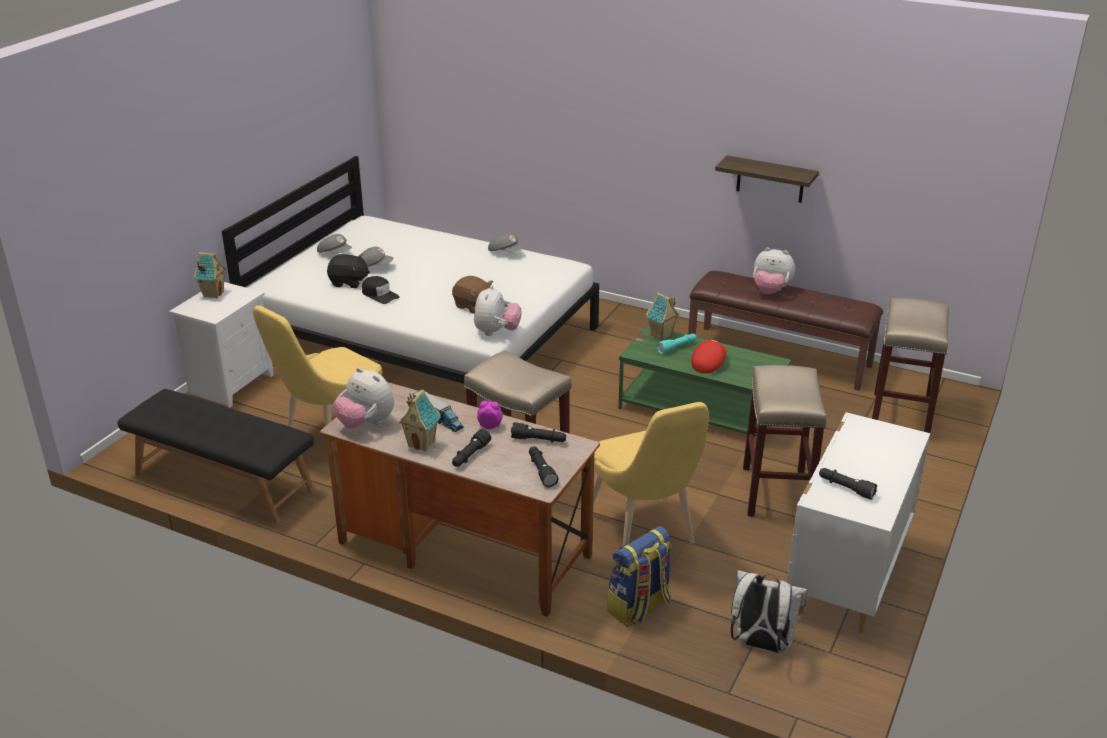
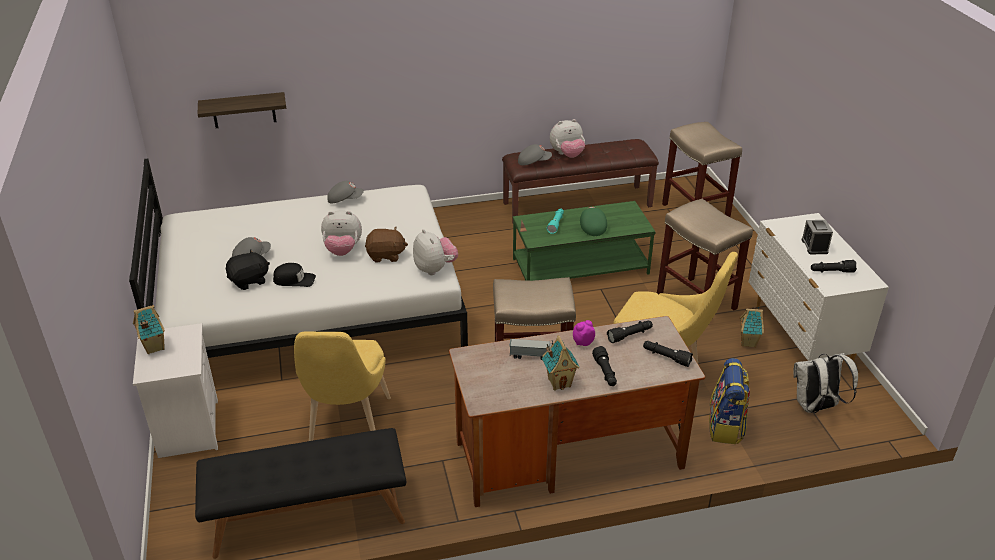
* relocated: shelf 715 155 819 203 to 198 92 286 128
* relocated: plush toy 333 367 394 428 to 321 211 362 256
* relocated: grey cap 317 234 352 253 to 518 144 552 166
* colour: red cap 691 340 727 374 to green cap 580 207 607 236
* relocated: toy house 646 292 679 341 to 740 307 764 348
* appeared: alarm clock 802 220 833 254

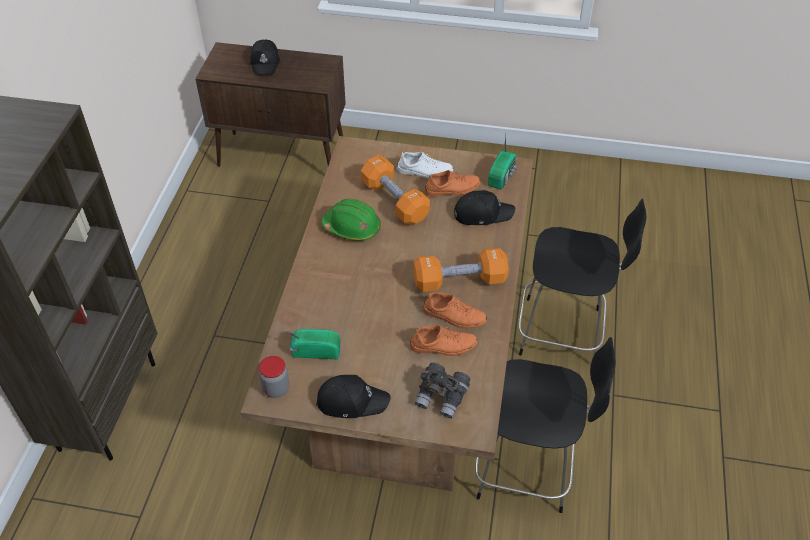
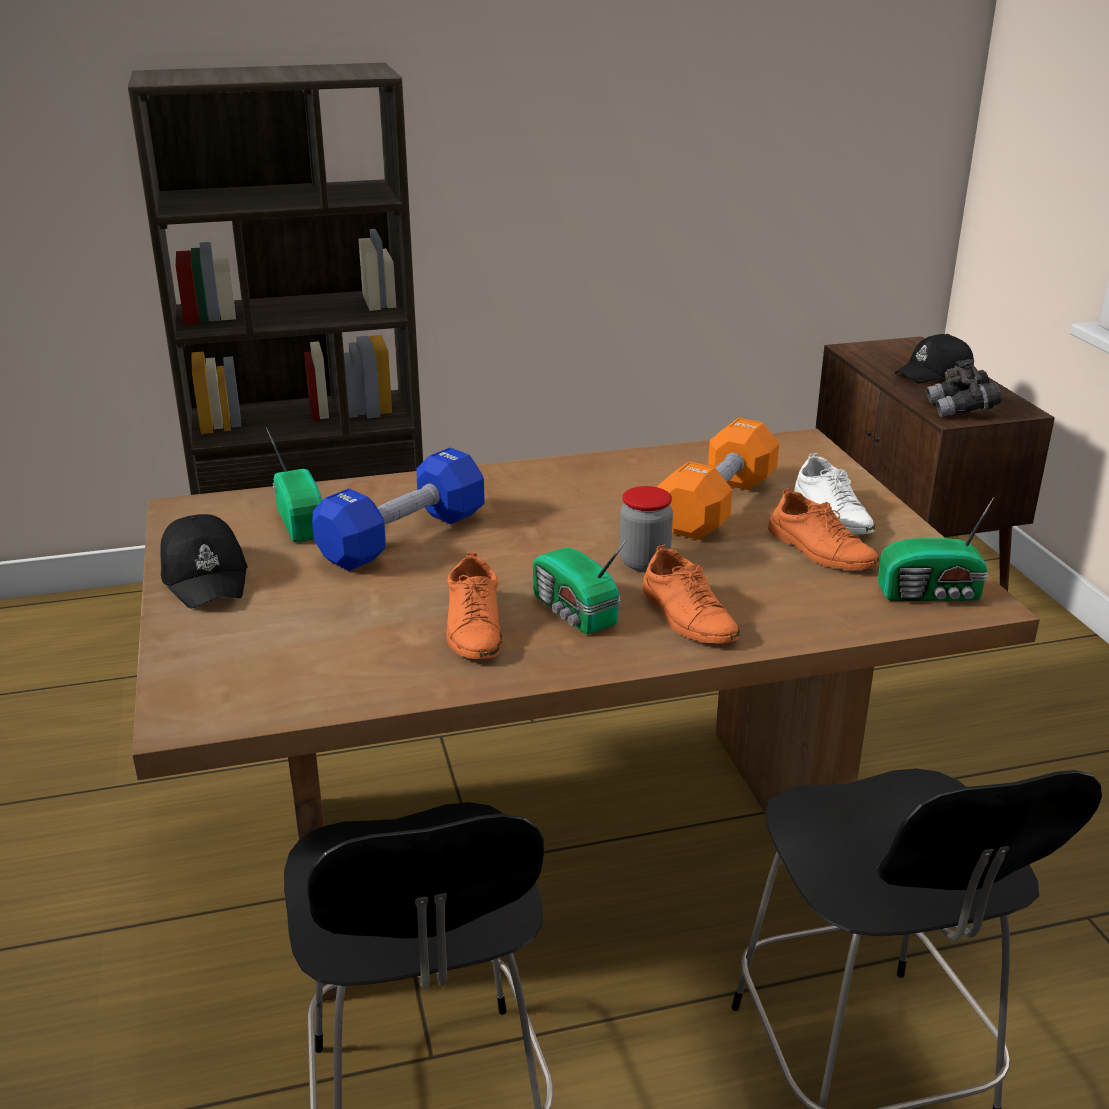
* appeared: blue dumbbell 312 447 485 571
* exchanged: orange dumbbell 413 248 509 292 to radio 533 539 627 634
* relocated: jar 259 356 289 398 to 619 486 673 572
* relocated: orange shoe 410 325 477 356 to 642 544 740 644
* relocated: grey binoculars 415 363 470 418 to 926 359 1002 417
* missing: green hard hat 322 199 381 241
* missing: black cap 454 190 515 225

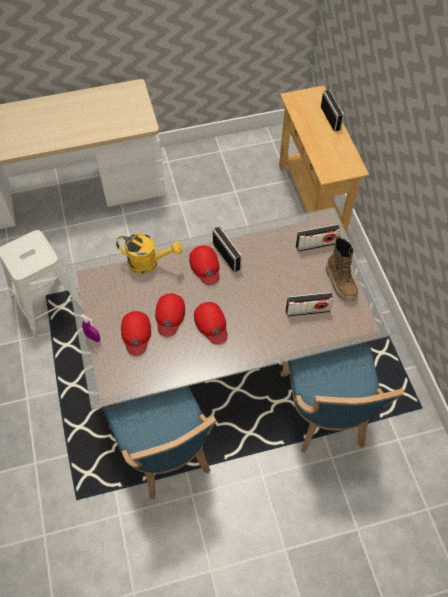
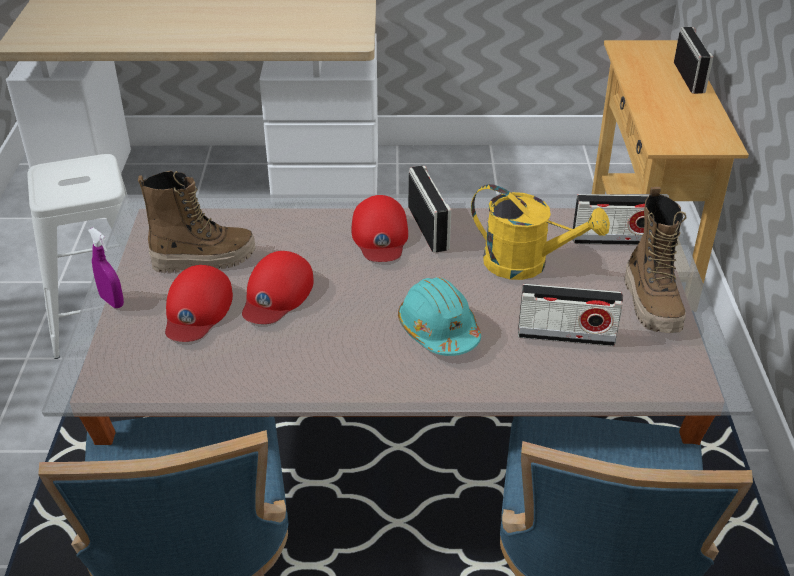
* appeared: boot 138 171 256 273
* appeared: turquoise hard hat 398 277 481 356
* relocated: yellow watering can 116 233 182 274 to 471 184 610 280
* missing: red cap 194 302 228 344

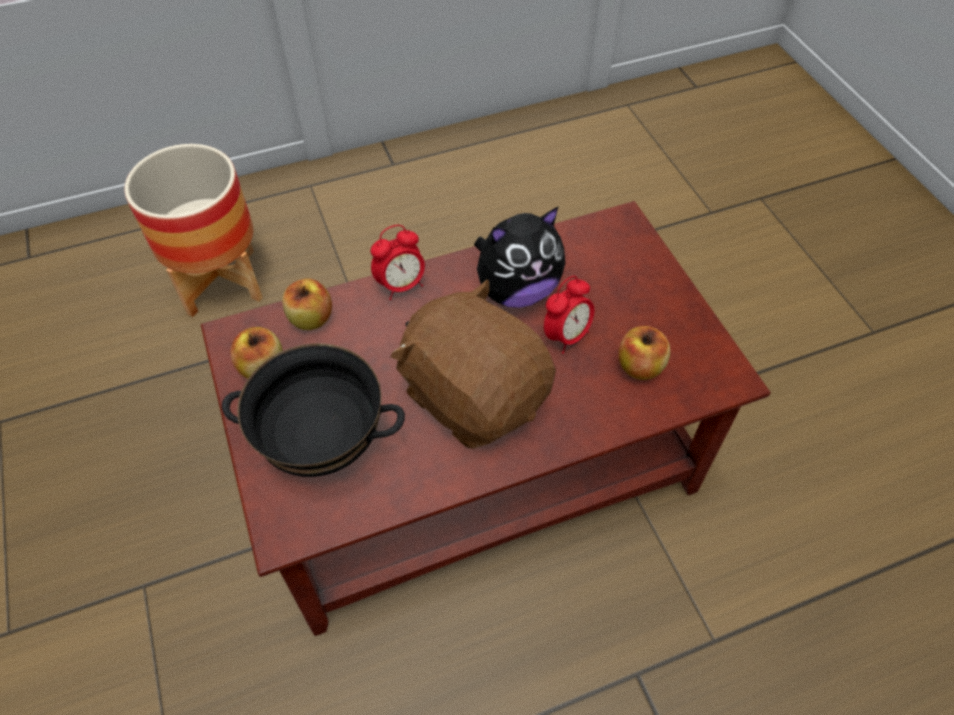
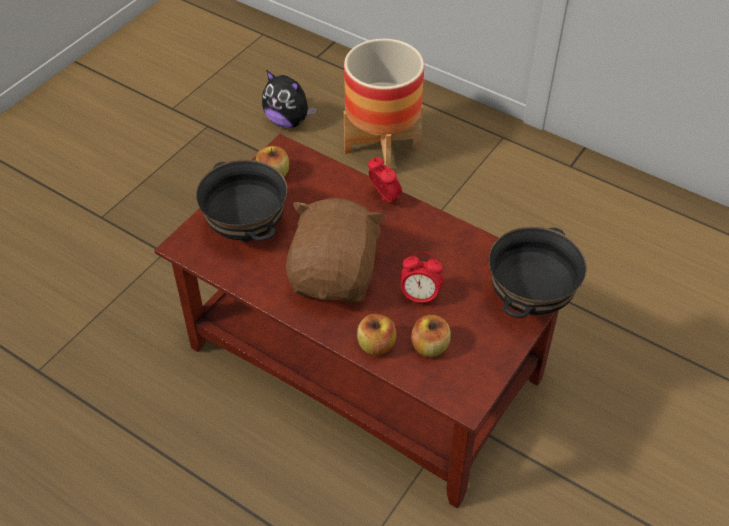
* relocated: plush toy 474 206 565 308 to 262 70 317 128
* relocated: apple 282 279 332 330 to 357 314 396 355
* spun: alarm clock 371 225 425 300 = 368 157 402 203 150 degrees counterclockwise
* appeared: black bowl 489 227 587 318

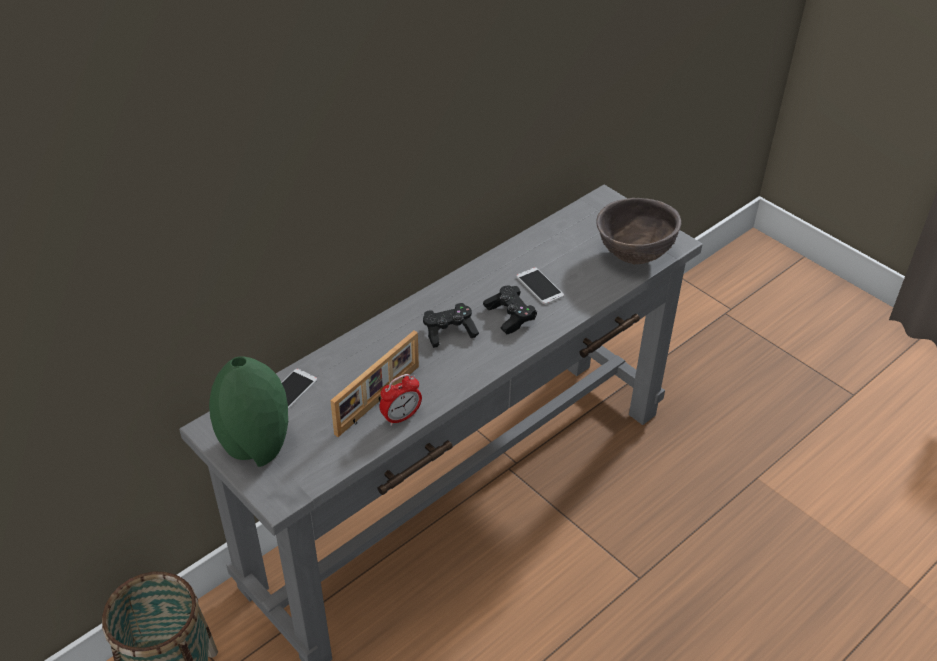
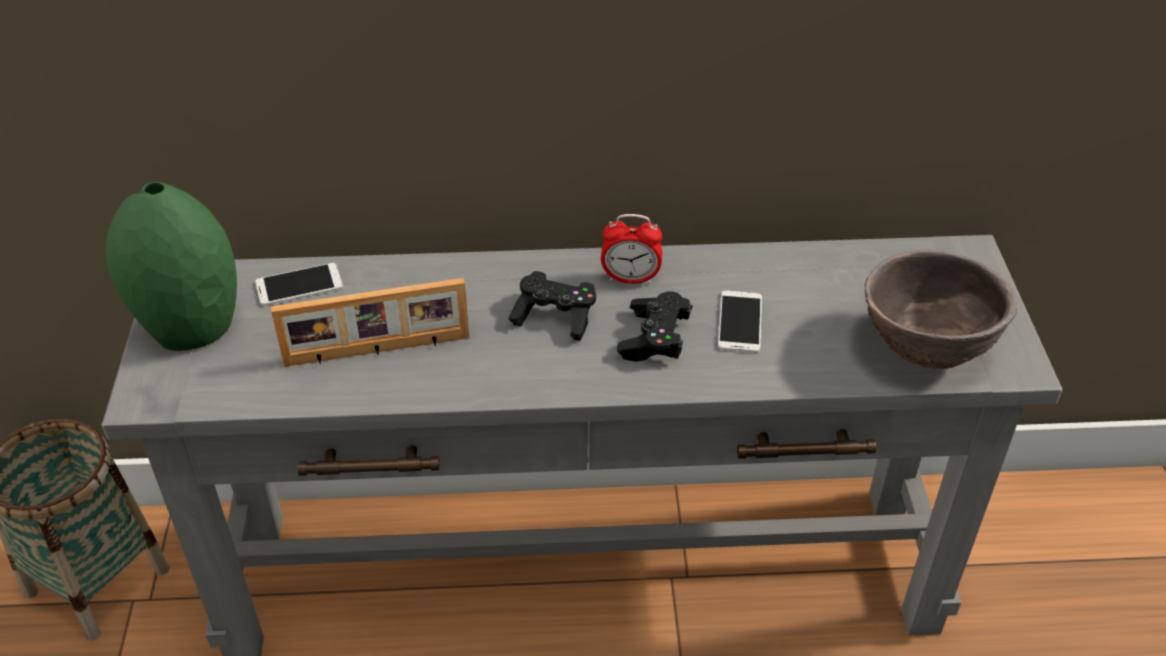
* relocated: alarm clock 380 374 422 426 to 601 214 662 284

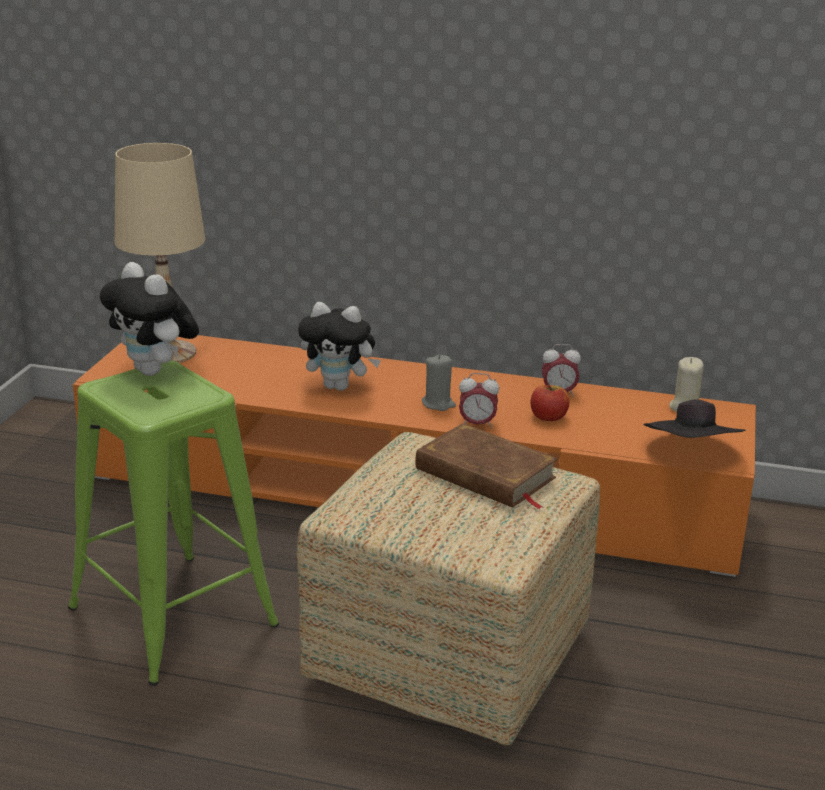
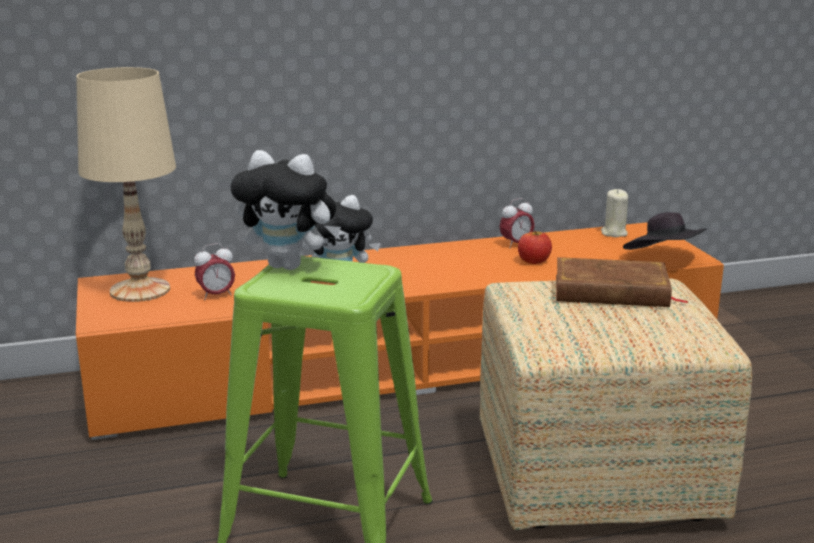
* relocated: alarm clock 459 373 499 429 to 194 243 235 300
* missing: grey candle 422 354 456 411

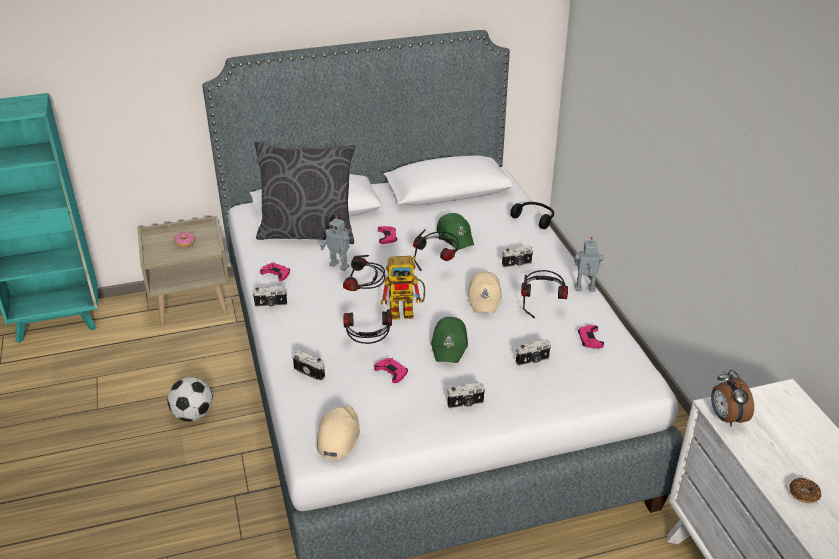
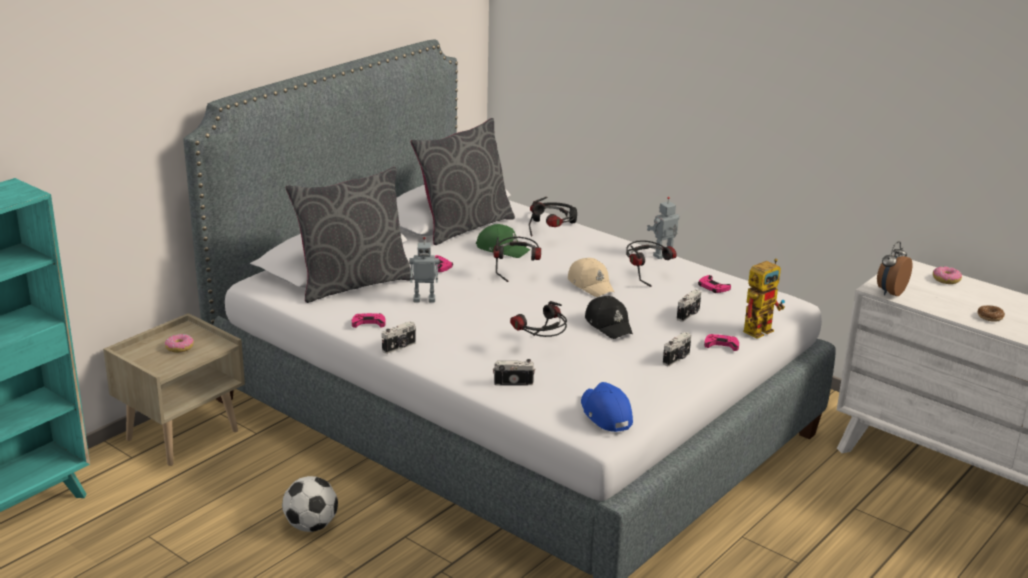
* appeared: grey pillow 411 118 515 245
* relocated: headphones 343 255 385 291 to 529 197 575 237
* colour: beige cap 317 405 360 460 to blue cap 581 382 633 432
* colour: green cap 431 317 468 363 to black cap 585 296 633 339
* relocated: pink game controller 374 358 408 383 to 704 334 739 351
* relocated: toy robot 381 256 425 320 to 743 258 785 339
* spun: alarm clock 711 370 754 427 = 877 241 912 296 90 degrees clockwise
* appeared: donut 933 266 962 284
* missing: photo camera 502 245 533 268

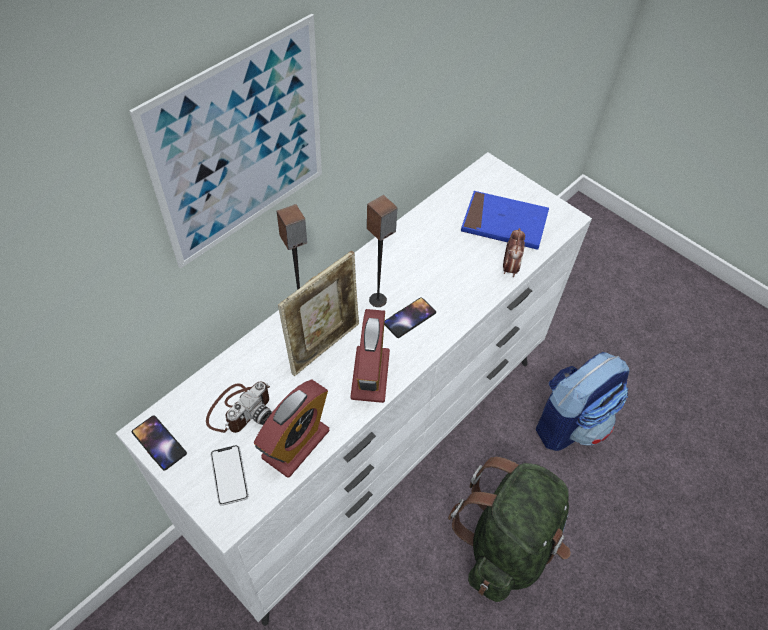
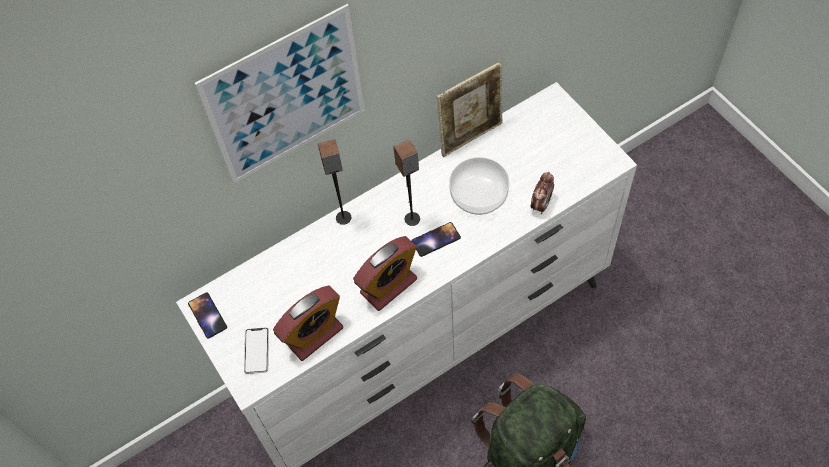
* spun: alarm clock 350 309 390 403 = 353 236 417 311 150 degrees counterclockwise
* relocated: picture frame 278 251 359 376 to 436 62 502 157
* appeared: bowl 449 157 509 215
* missing: photo camera 206 382 272 433
* missing: blue book 461 191 549 250
* missing: backpack 536 352 630 451

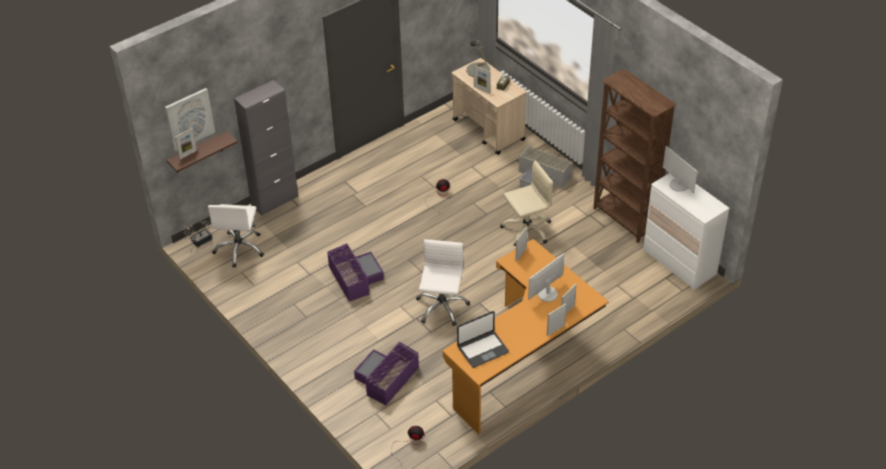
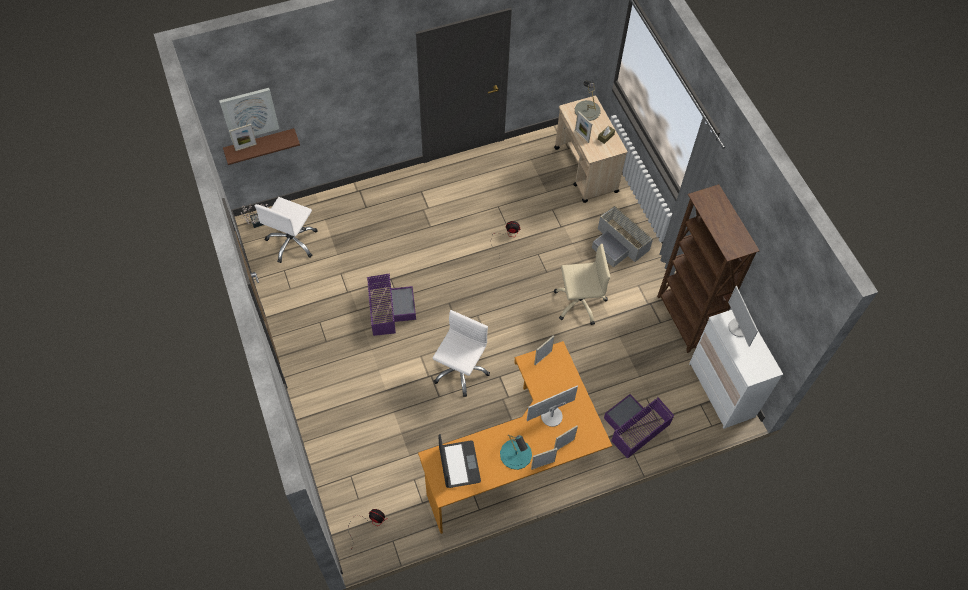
* spun: laptop 457 311 509 368 = 438 434 481 488 90 degrees counterclockwise
* appeared: turquoise table lamp 500 434 532 470
* relocated: purple storage box 354 341 419 405 to 604 394 674 459
* missing: grey cabinet 234 80 298 216

